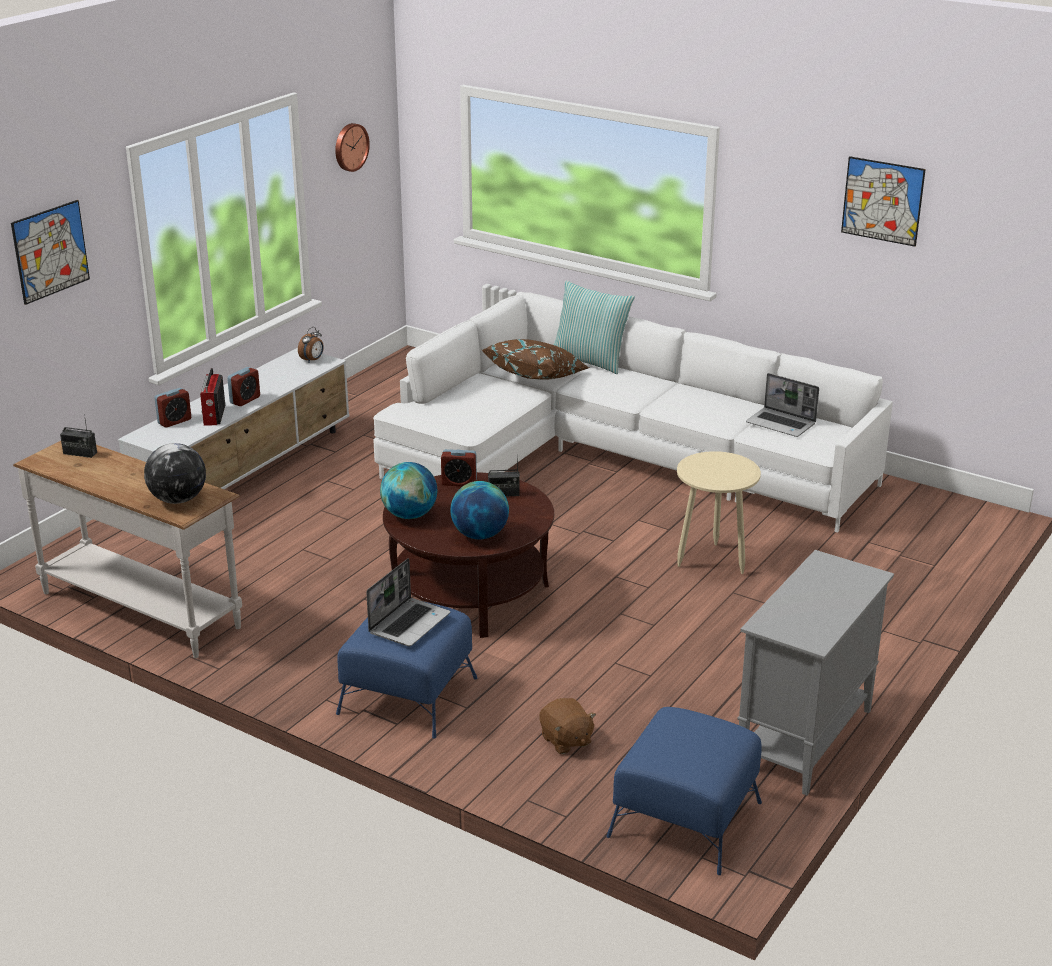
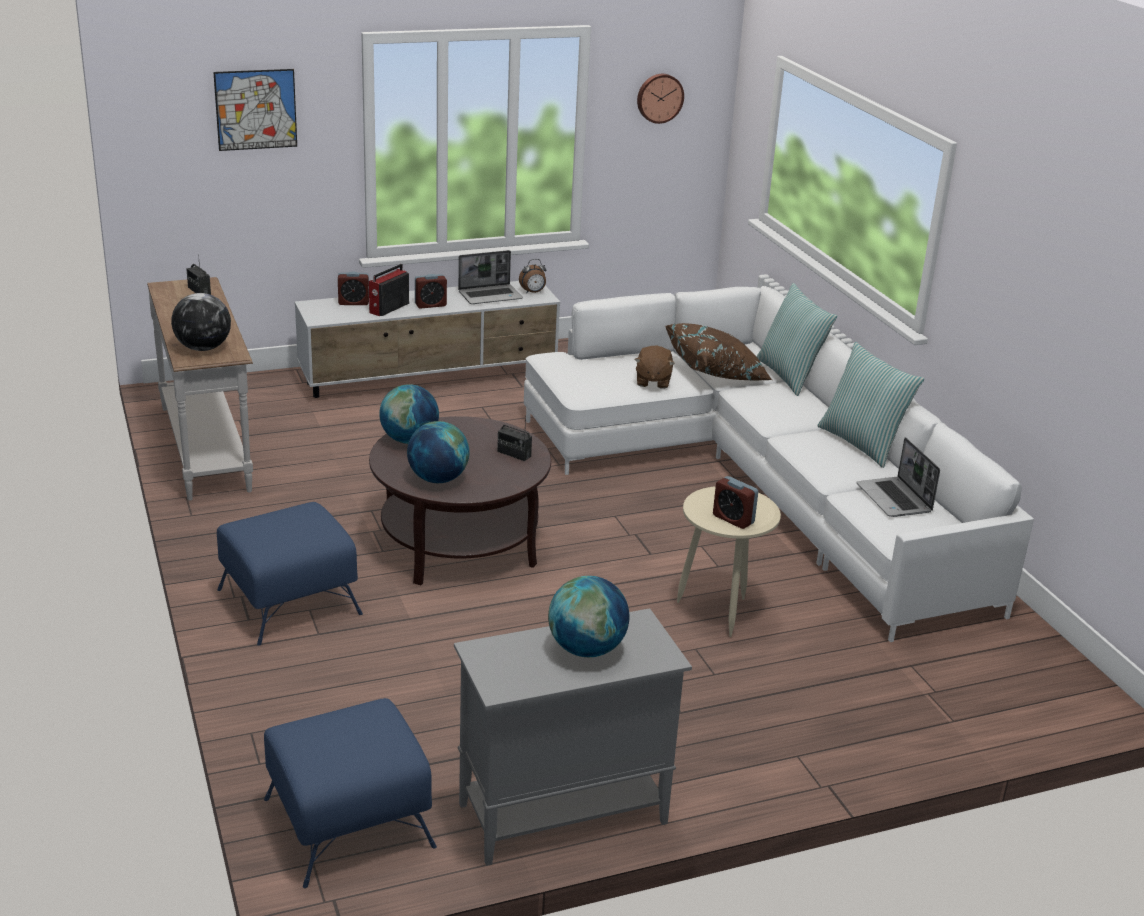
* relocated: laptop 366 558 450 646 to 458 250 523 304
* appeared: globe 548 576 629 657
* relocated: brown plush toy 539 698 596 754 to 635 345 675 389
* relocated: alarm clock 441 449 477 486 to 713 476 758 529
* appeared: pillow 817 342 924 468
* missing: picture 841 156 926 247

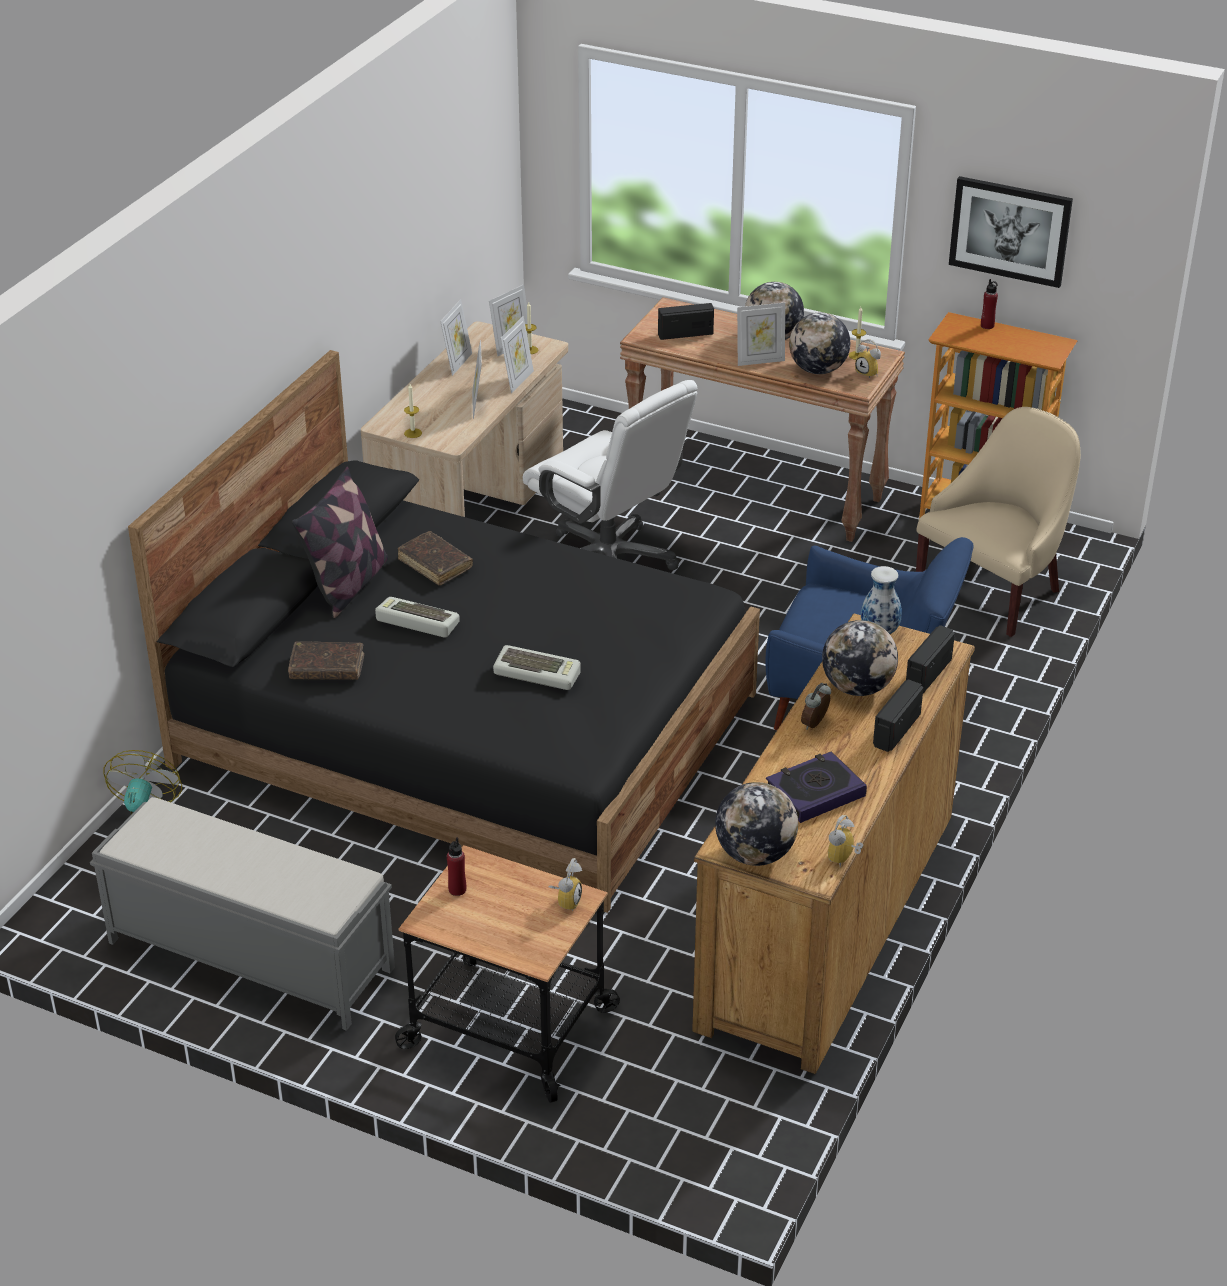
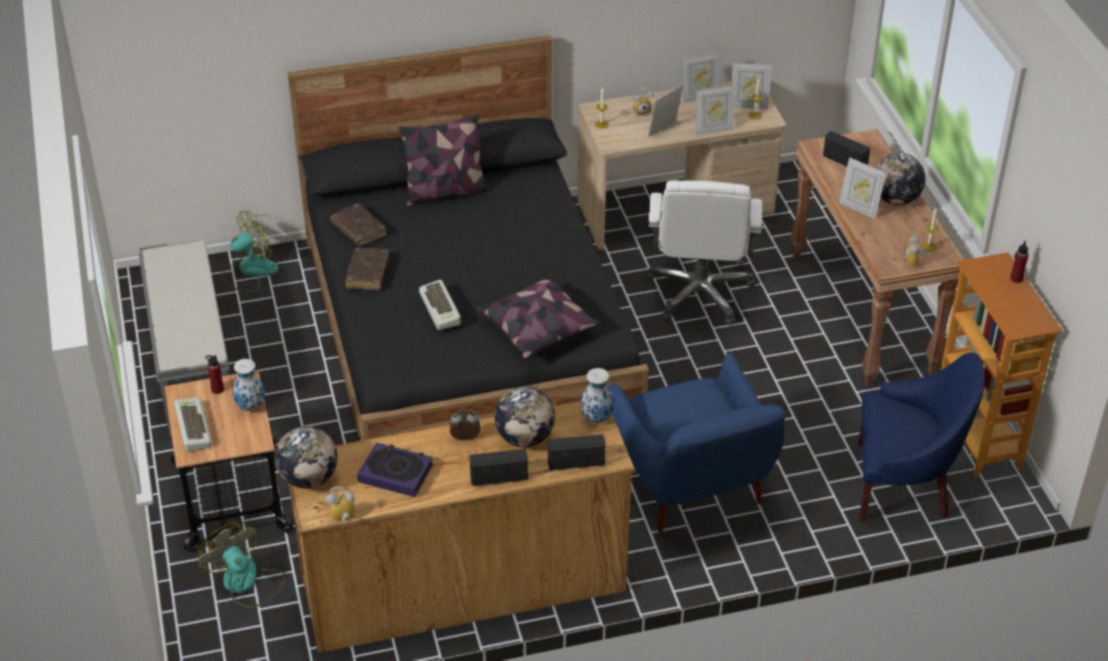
* relocated: keyboard 375 597 460 638 to 174 398 212 452
* appeared: fan 198 522 285 608
* appeared: vase 233 359 265 411
* relocated: brown book 398 531 473 586 to 345 248 390 290
* appeared: pillow 477 277 600 359
* relocated: alarm clock 549 858 582 911 to 633 86 654 115
* colour: beige armchair 916 407 1081 637 to blue armchair 858 353 985 521
* missing: globe 789 313 850 374
* missing: picture 949 176 1073 288

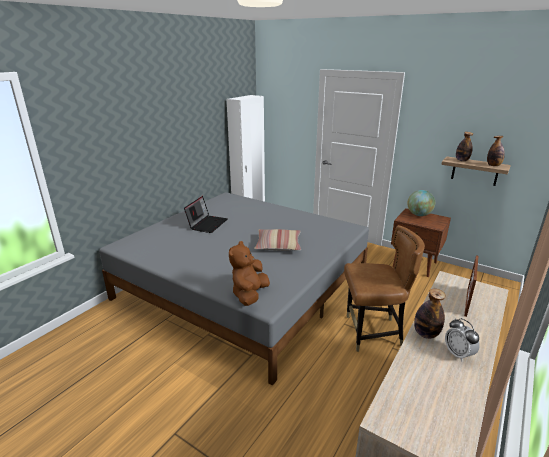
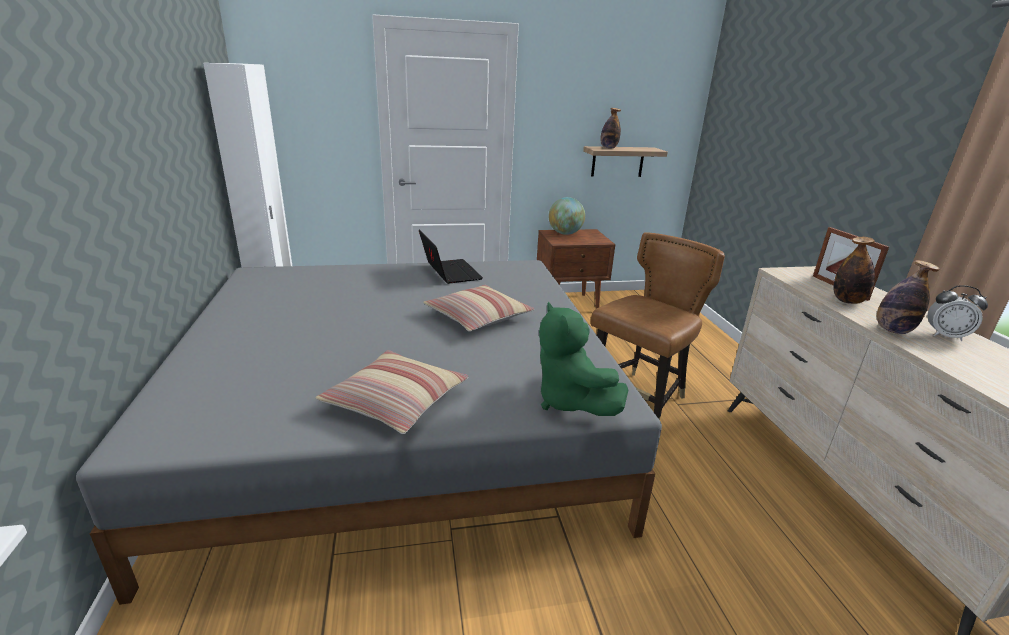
* appeared: pillow 315 350 468 434
* relocated: laptop 184 196 228 233 to 419 229 483 284
* colour: brown plush toy 229 241 270 306 to green plush toy 539 302 628 416
* relocated: bottle 487 136 505 166 to 833 237 875 304

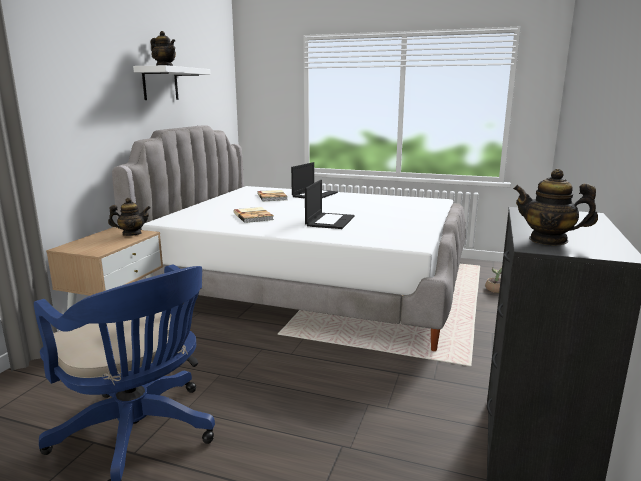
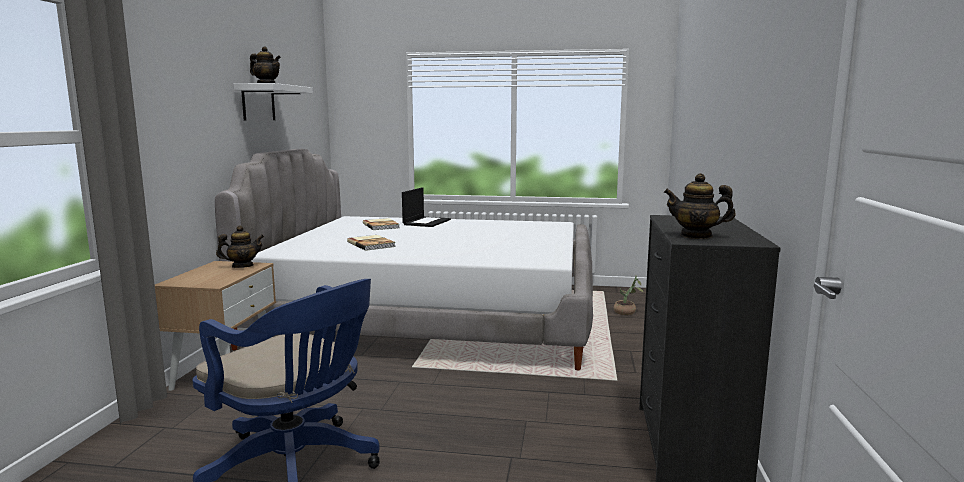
* missing: laptop 305 180 355 229

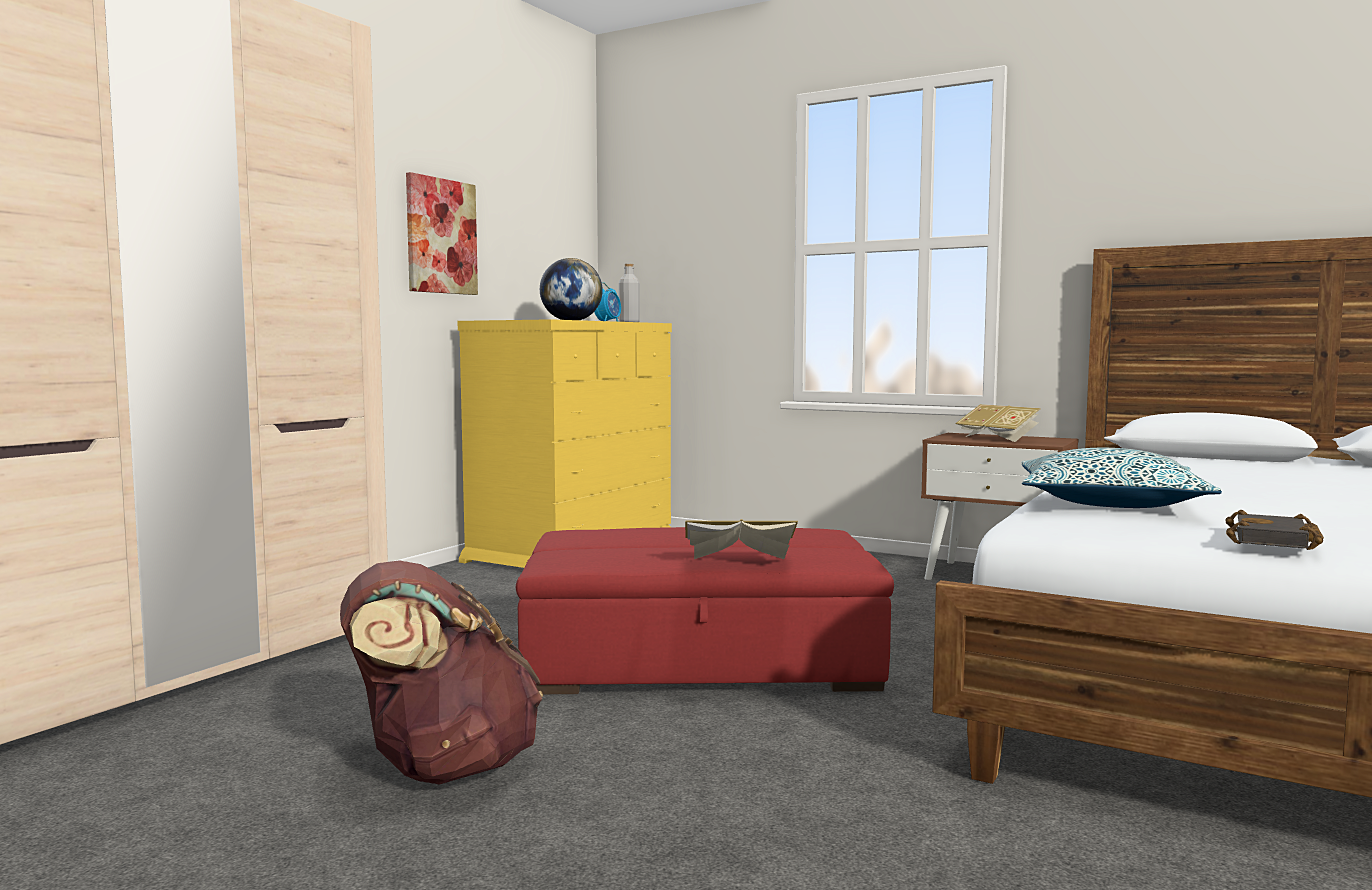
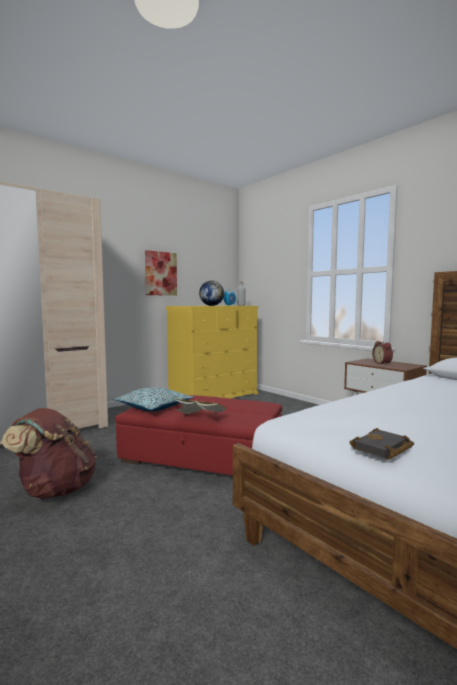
* relocated: pillow 1021 448 1222 508 to 113 387 194 412
* exchanged: book 955 404 1041 442 to alarm clock 372 341 393 365

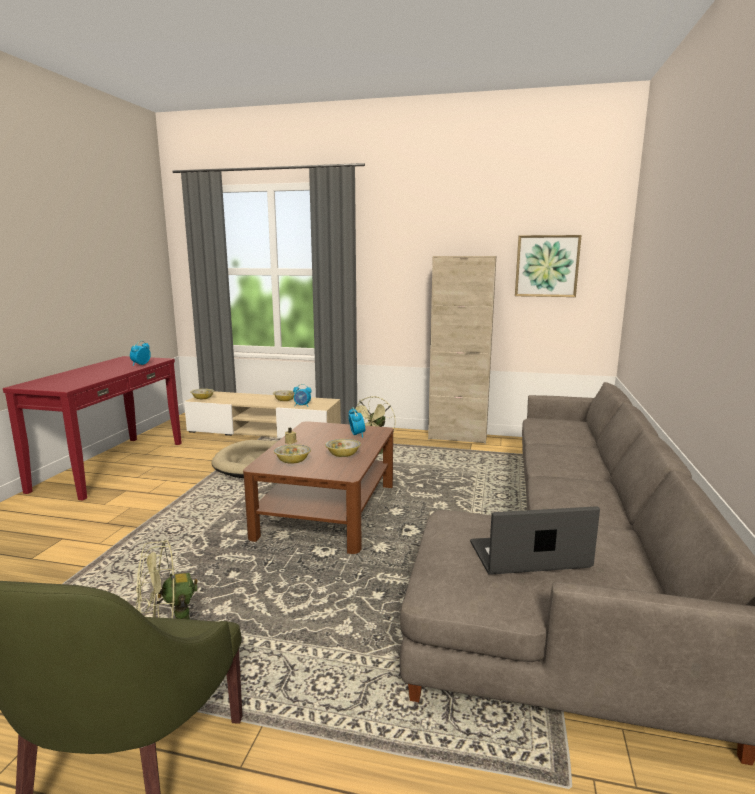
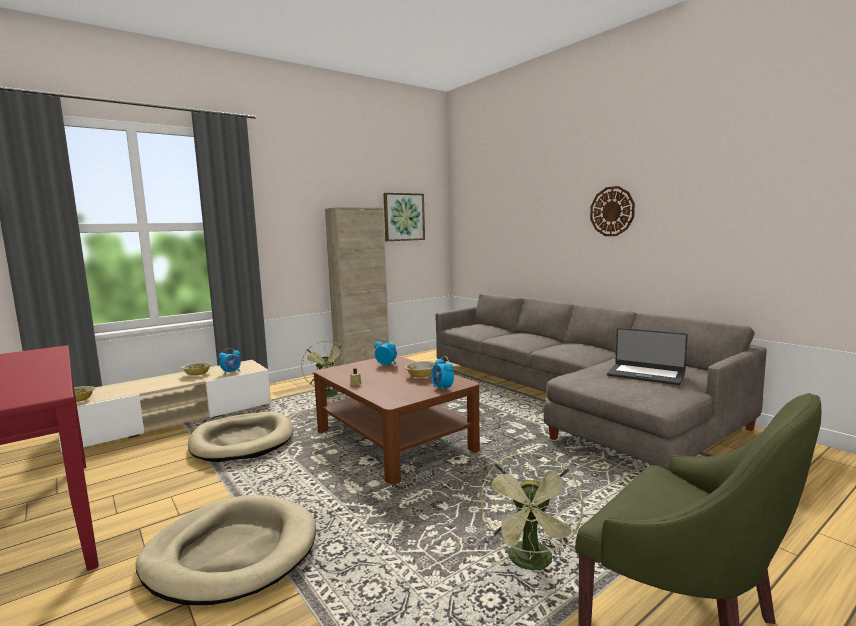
* appeared: beige dog bed 136 495 316 605
* relocated: alarm clock 130 341 151 366 to 431 356 454 392
* appeared: wall clock 590 186 635 236
* spun: laptop 470 506 600 575 = 607 328 688 385 90 degrees counterclockwise
* missing: bowl 274 444 311 464

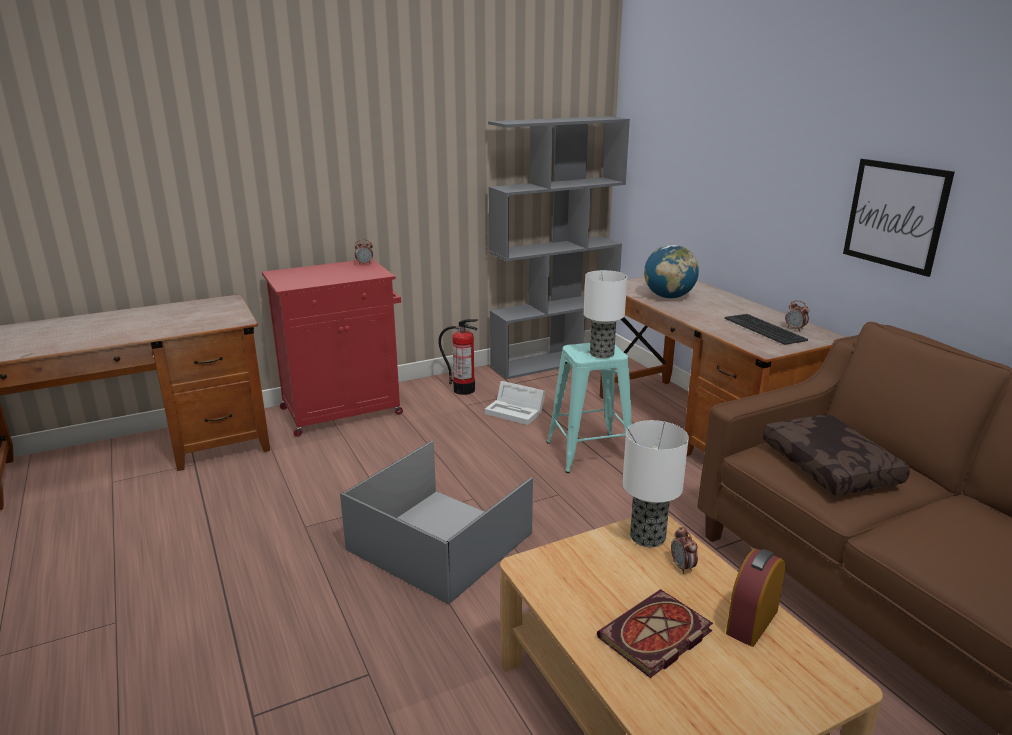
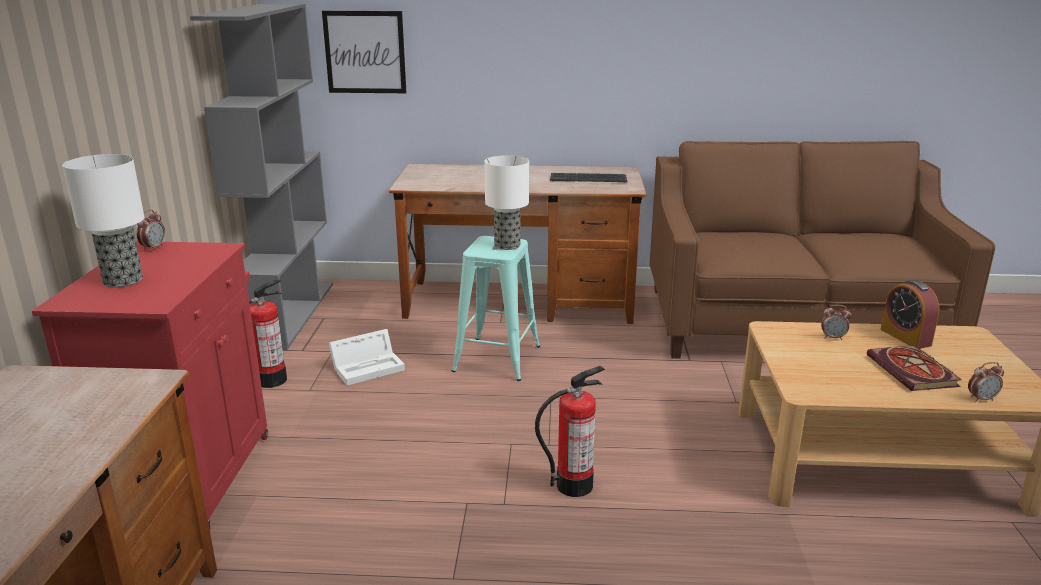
* relocated: table lamp 622 420 689 547 to 62 154 144 288
* relocated: picture 843 159 955 277 to 322 11 406 93
* exchanged: grey storage box 340 441 533 604 to fire extinguisher 535 366 605 497
* relocated: alarm clock 785 300 809 332 to 968 362 1004 402
* missing: globe 644 245 699 299
* missing: brown pillow 763 415 910 496

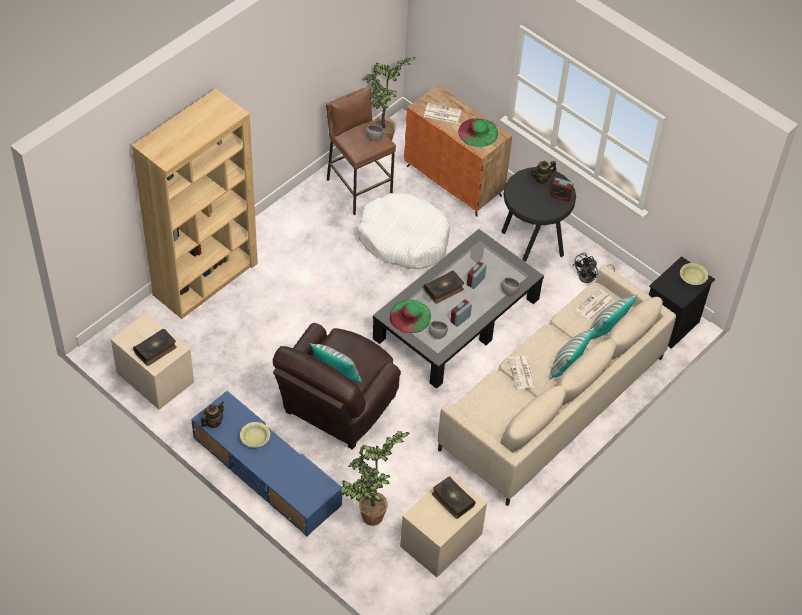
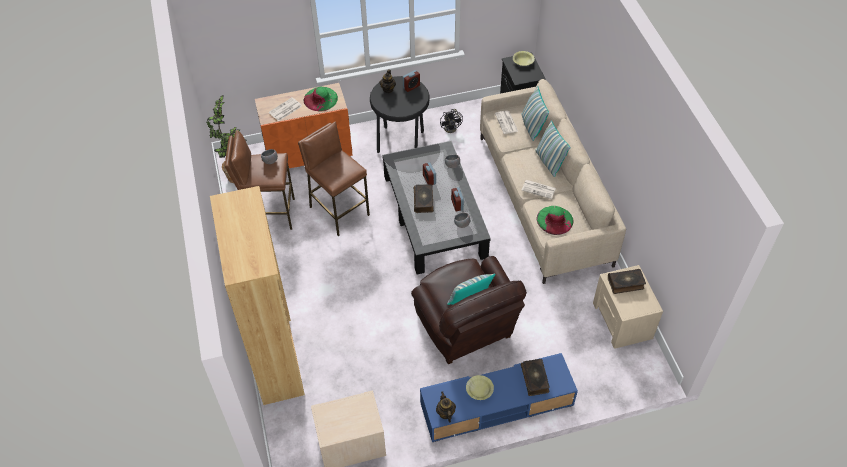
* exchanged: white dog bed 357 193 450 269 to brown stool 298 122 370 236
* relocated: book 133 329 177 366 to 521 359 550 396
* relocated: green hat 390 299 431 333 to 536 206 574 235
* missing: potted plant 340 431 410 526

